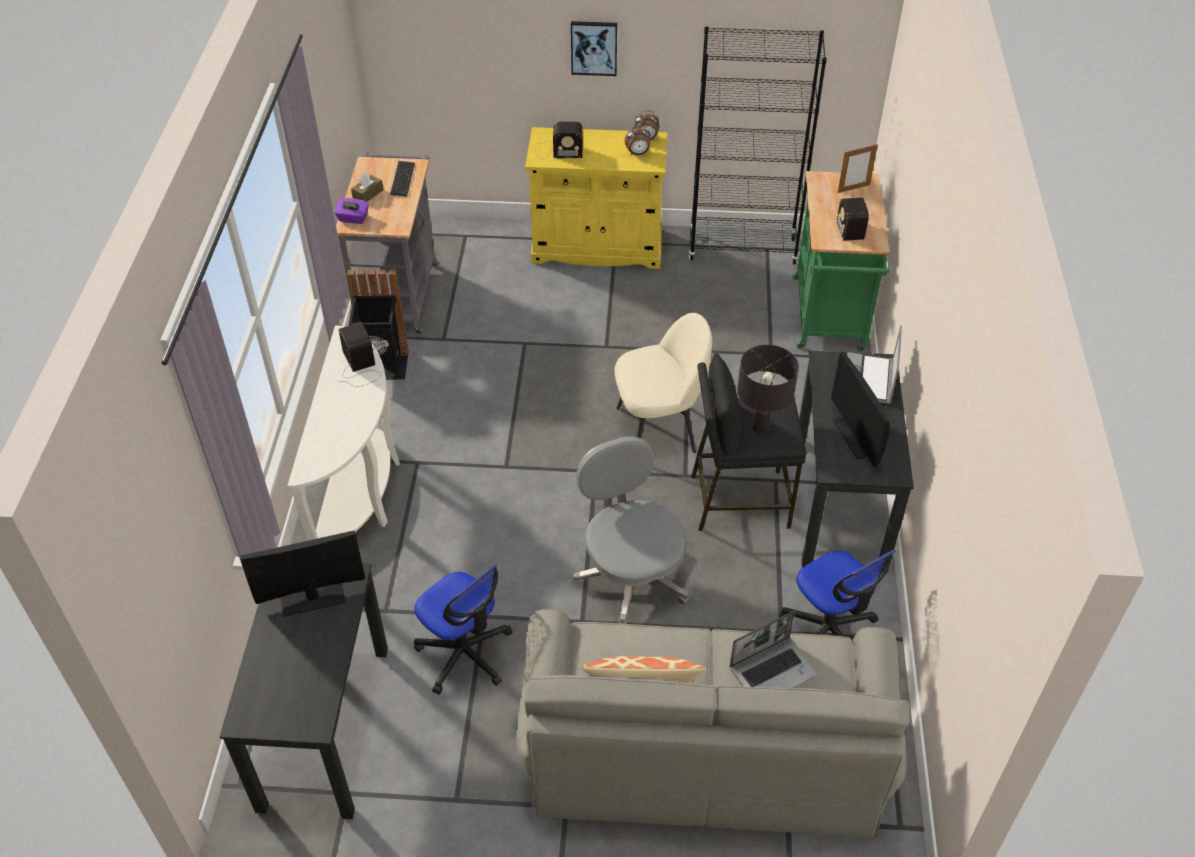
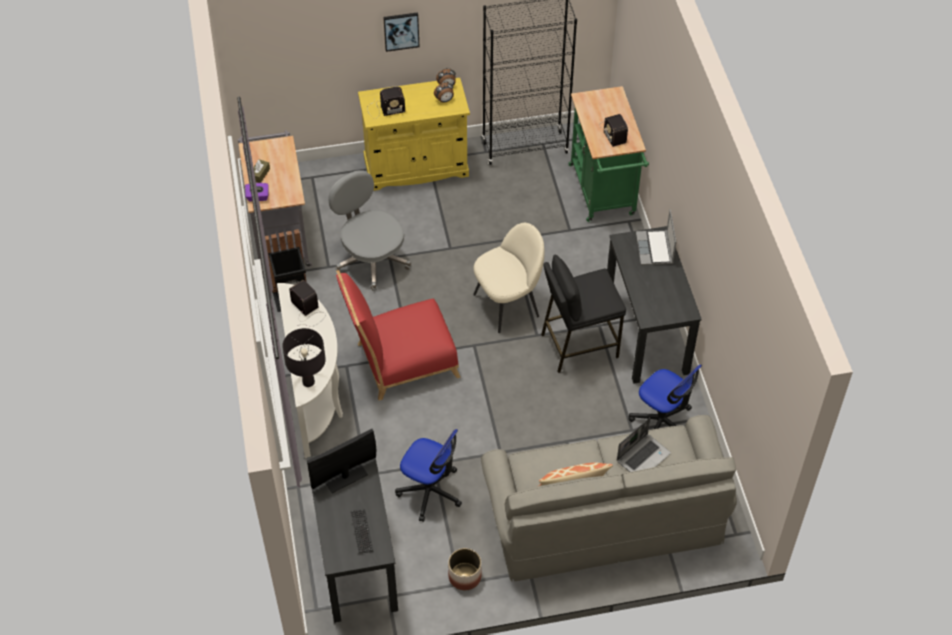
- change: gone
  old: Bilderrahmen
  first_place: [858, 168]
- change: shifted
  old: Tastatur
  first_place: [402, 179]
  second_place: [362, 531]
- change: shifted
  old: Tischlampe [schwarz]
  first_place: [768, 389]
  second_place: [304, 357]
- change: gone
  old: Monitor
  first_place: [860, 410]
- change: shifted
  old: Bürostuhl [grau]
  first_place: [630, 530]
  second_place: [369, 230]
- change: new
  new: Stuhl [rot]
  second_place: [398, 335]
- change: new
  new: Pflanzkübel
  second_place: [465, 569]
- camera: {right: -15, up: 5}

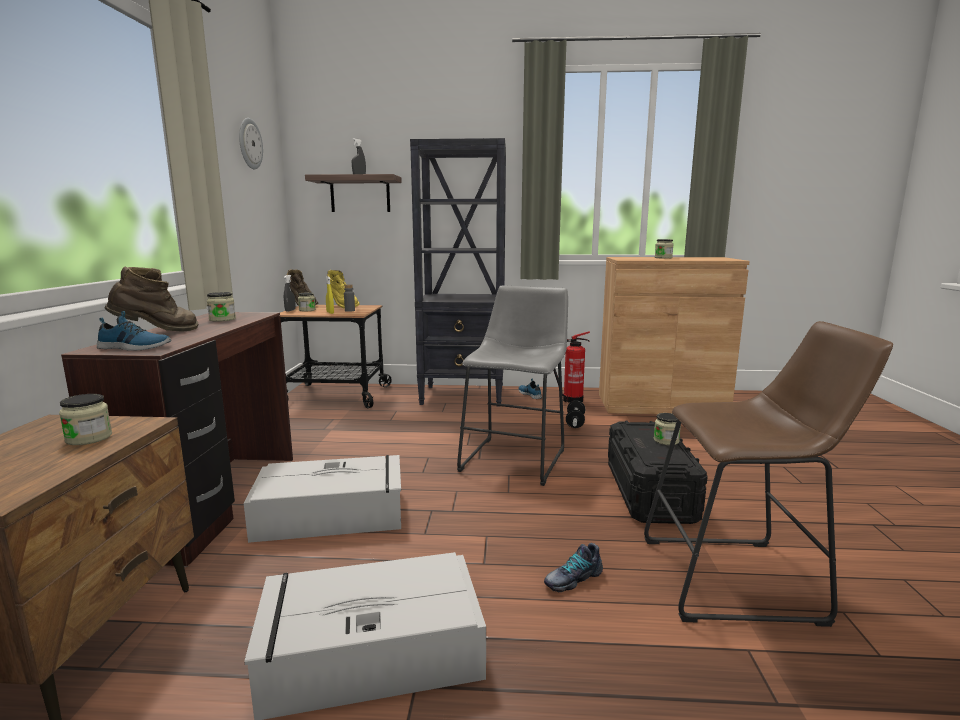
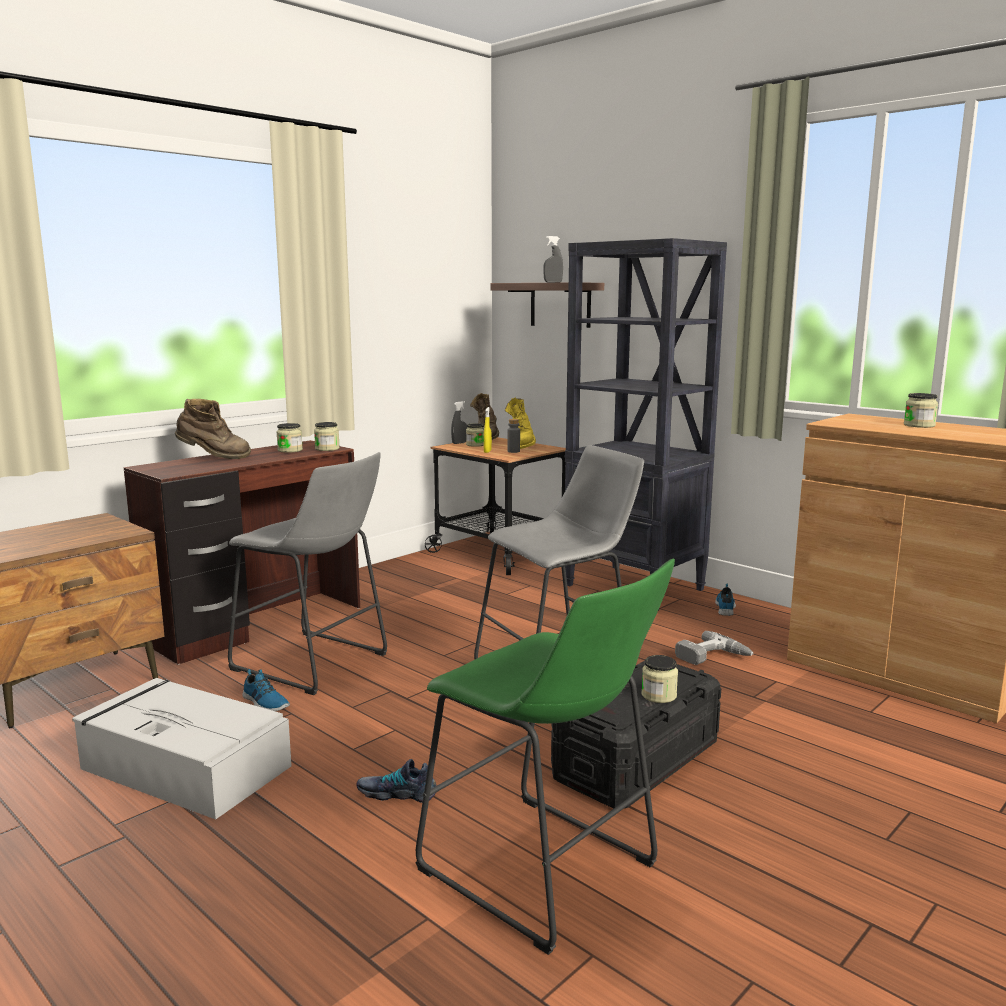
- change: gone
  old: Wanduhr
  first_place: [251, 143]
- change: shifted
  old: Schuh
  first_place: [134, 331]
  second_place: [266, 690]
- change: repainted
  old: Hocker [braun]
  new: Hocker [grün]
  first_place: [768, 474]
  second_place: [545, 757]
- change: gone
  old: Feuerlöscher
  first_place: [571, 366]
- change: shifted
  old: Vorratsglas
  first_place: [85, 419]
  second_place: [327, 436]
- change: swapped
  old: Hantel
  new: Bohrmaschine
  first_place: [575, 414]
  second_place: [714, 648]
- change: swapped
  old: Aufbewahrungsbox [grau]
  new: Hocker [grau]
  first_place: [322, 499]
  second_place: [307, 573]
- camera: {right: 40, up: 0}

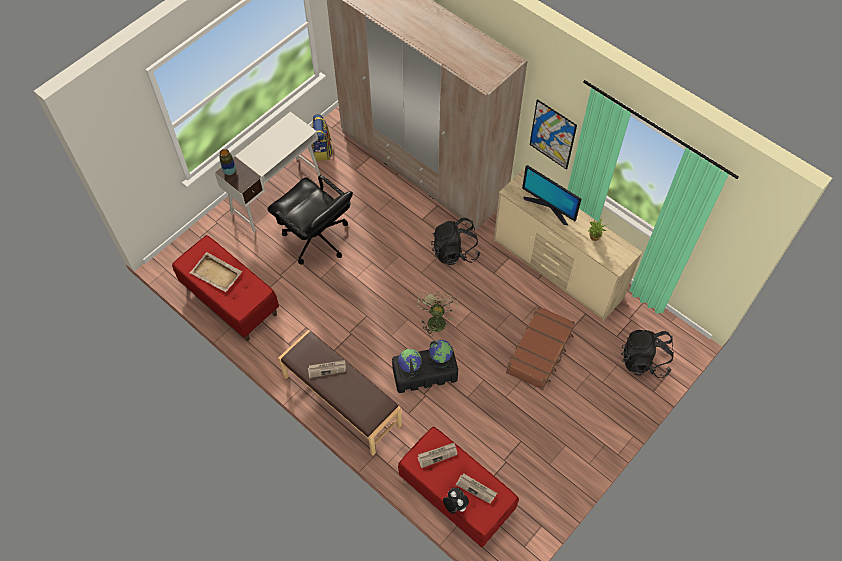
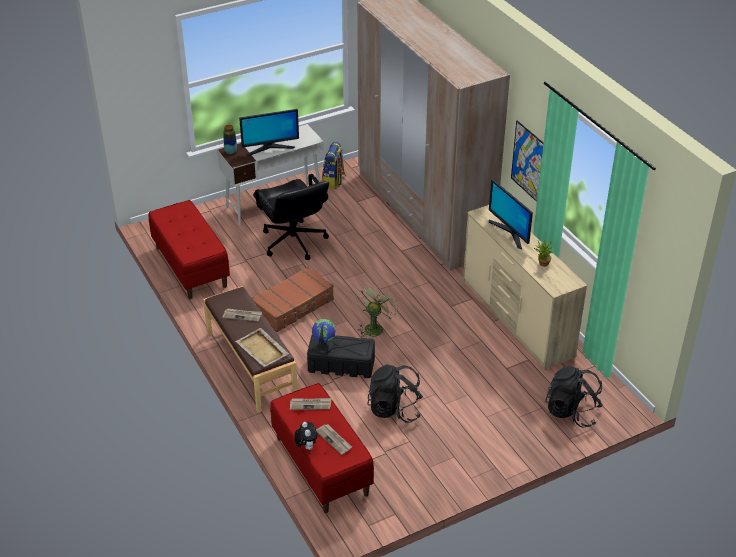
- change: shifted
  old: Rucksack [schwarz]
  first_place: [455, 241]
  second_place: [395, 394]
- change: shifted
  old: Tablett [beige]
  first_place: [216, 272]
  second_place: [262, 347]
- change: shifted
  old: Koffer [braun]
  first_place: [540, 348]
  second_place: [293, 299]
- change: gone
  old: Globus
  first_place: [441, 354]
- change: new
  new: Monitor
  second_place: [269, 132]
- camera: {right: 20, up: -20}

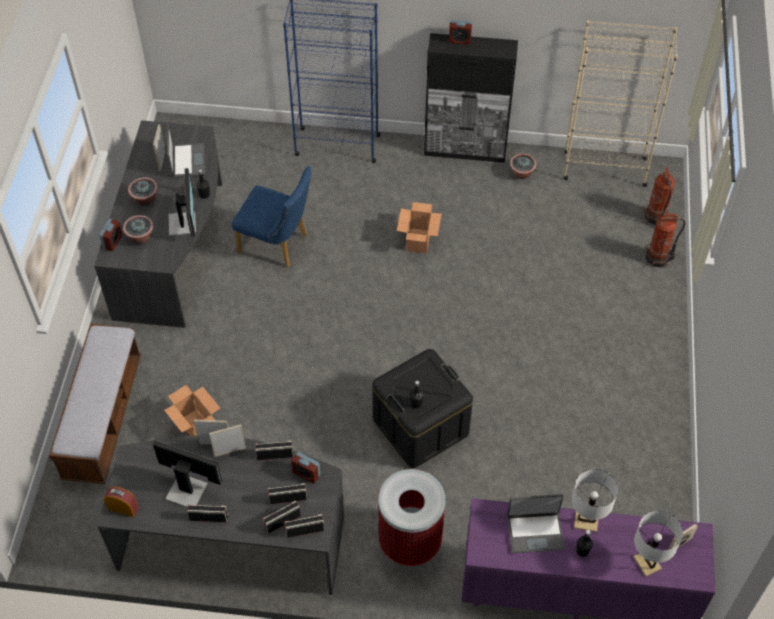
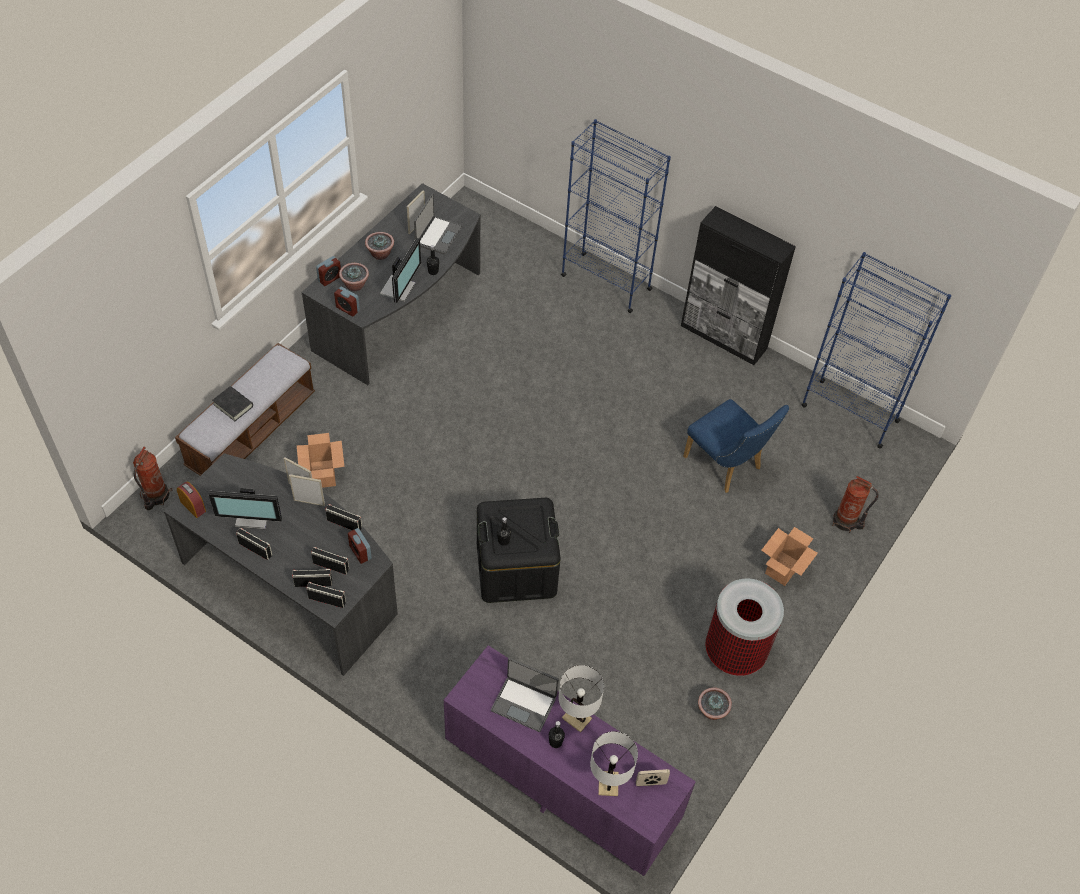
- change: shifted
  old: Wecker
  first_place: [460, 32]
  second_place: [347, 301]
- change: repainted
  old: Bücherregal [beige]
  new: Bücherregal [blau]
  first_place: [620, 103]
  second_place: [876, 350]
- change: shifted
  old: Topfpflanze
  first_place: [523, 166]
  second_place: [715, 703]
- change: shifted
  old: Stuhl [blau]
  first_place: [272, 216]
  second_place: [736, 446]
- change: shifted
  old: Feuerlöscher
  first_place: [658, 196]
  second_place: [153, 478]
- change: shifted
  old: Karton
  first_place: [419, 227]
  second_place: [789, 556]
- change: rotated
  old: Monitor
  first_place: [187, 474]
  second_place: [245, 508]
  degrees: 135
- change: shifted
  old: Mülleimer
  first_place: [411, 517]
  second_place: [744, 627]
- change: new
  new: Buch [schwarz]
  second_place: [232, 403]
- camera: {right: 25, up: 0}

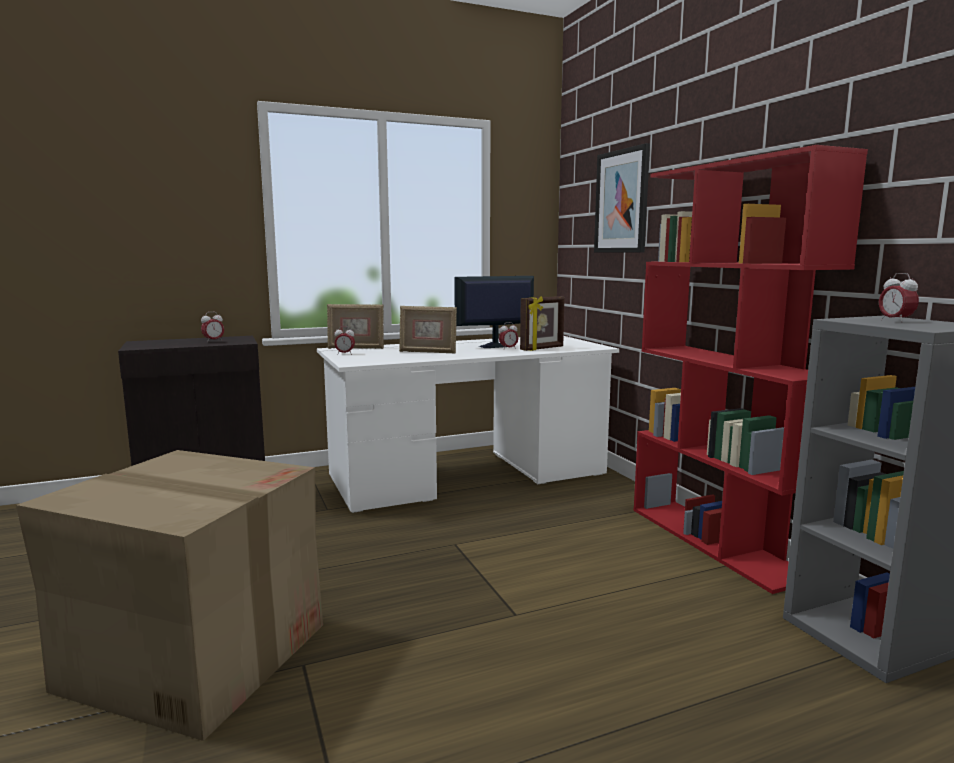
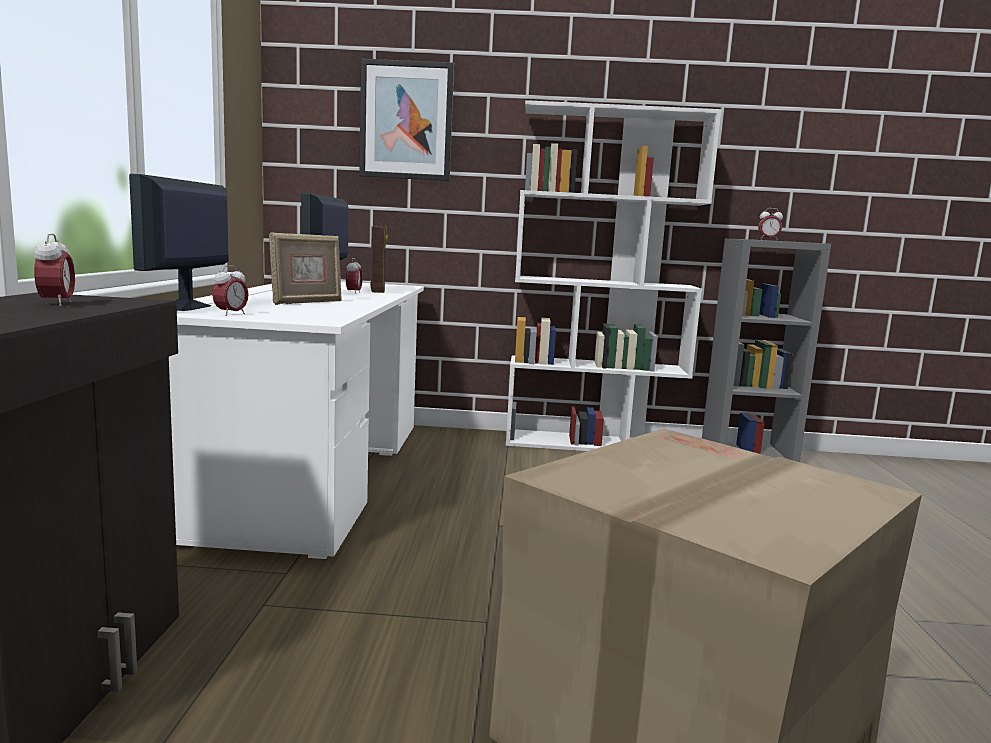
- change: repainted
  old: Bücherregal [rot]
  new: Bücherregal [weiß]
  first_place: [751, 369]
  second_place: [614, 275]
- change: swapped
  old: Bilderrahmen
  new: Monitor
  first_place: [355, 326]
  second_place: [178, 242]
- camera: {right: -65, up: 0}

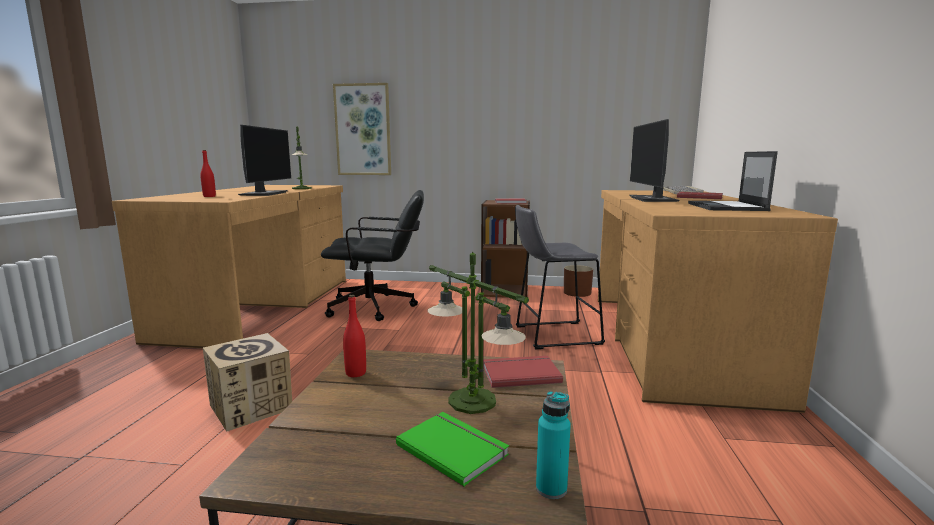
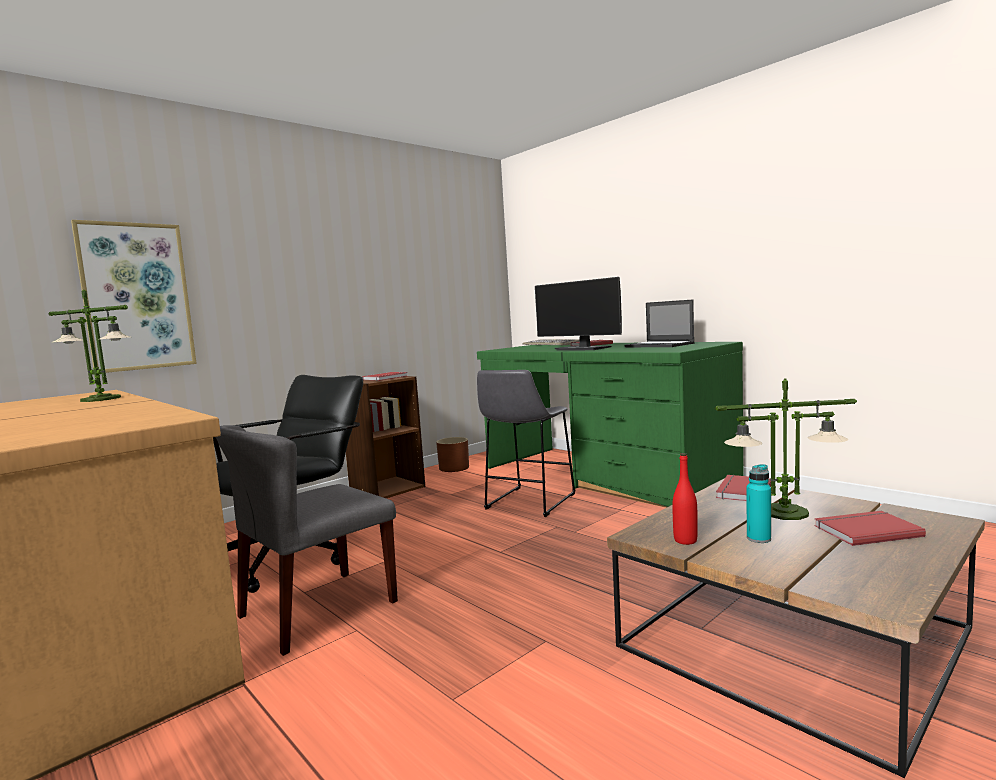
- change: gone
  old: Monitor
  first_place: [264, 160]
- change: gone
  old: Flasche [rot]
  first_place: [208, 173]
- change: repainted
  old: Schreibtisch [braun]
  new: Schreibtisch [grün]
  first_place: [718, 301]
  second_place: [610, 425]
- change: gone
  old: Karton
  first_place: [247, 382]
- change: shifted
  old: Flasche [türkis]
  first_place: [553, 445]
  second_place: [758, 503]
- change: repainted
  old: Buch [grün]
  new: Buch [rot]
  first_place: [452, 449]
  second_place: [870, 528]
- change: new
  new: Stuhl [grau]
  second_place: [307, 540]
- camera: {right: -50, up: -5}

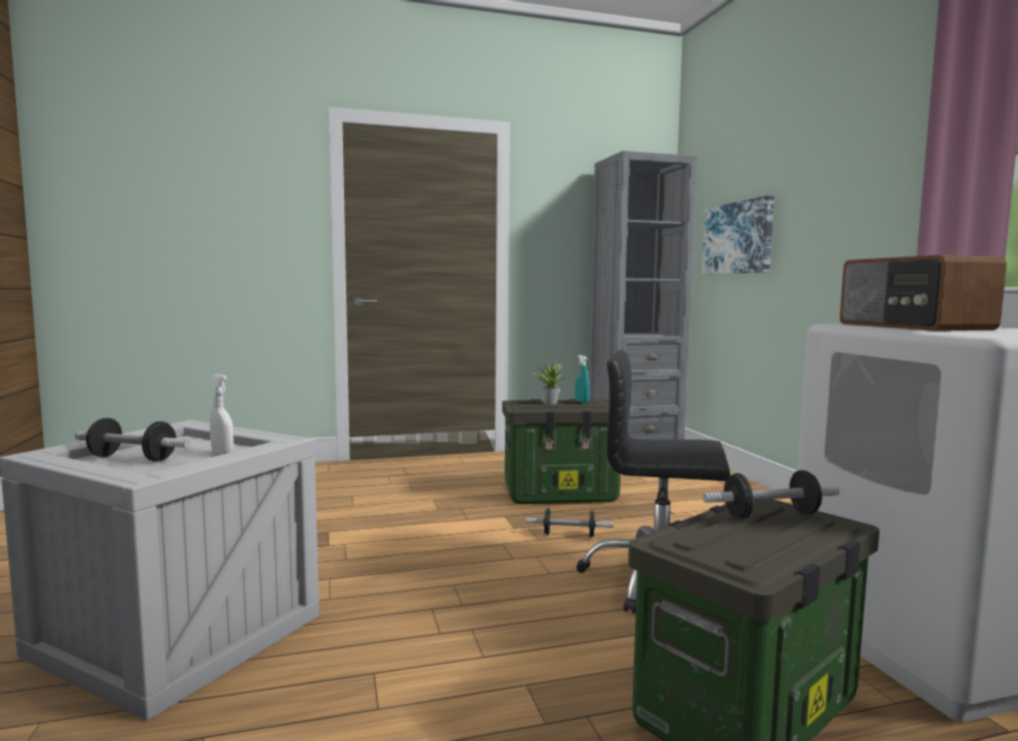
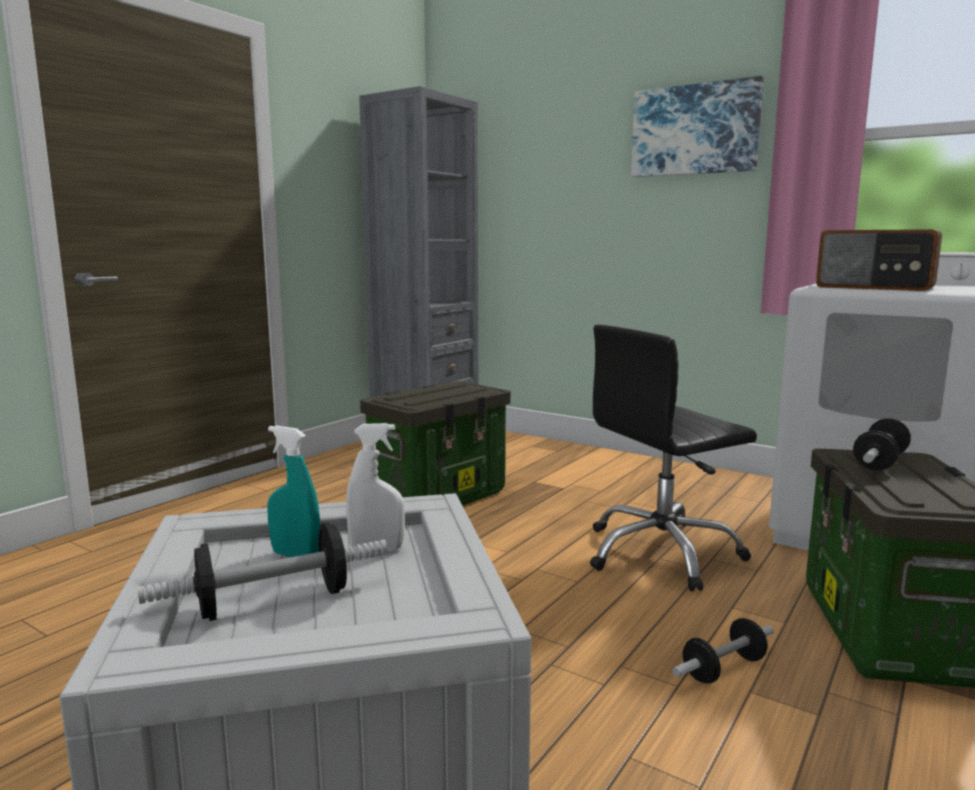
- change: shifted
  old: Bild
  first_place: [738, 234]
  second_place: [697, 126]
- change: shifted
  old: Sprühflasche [türkis]
  first_place: [582, 379]
  second_place: [293, 491]
- change: gone
  old: Topfpflanze
  first_place: [548, 383]
- change: shifted
  old: Hantel
  first_place: [569, 523]
  second_place: [723, 651]
- camera: {right: -40, up: 5}

